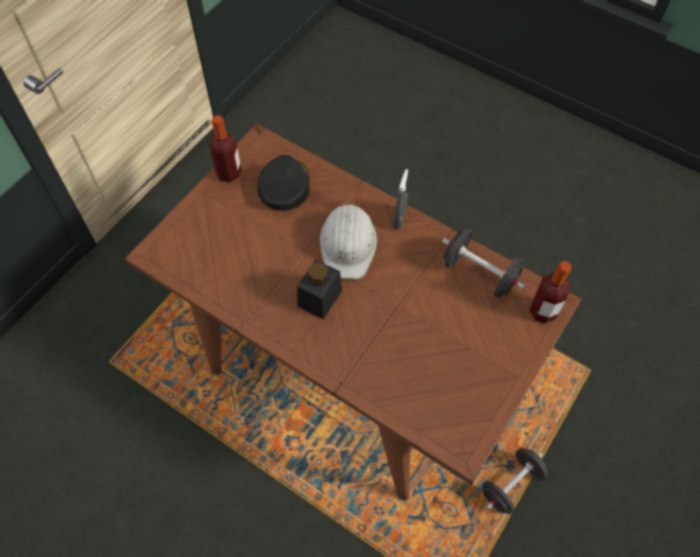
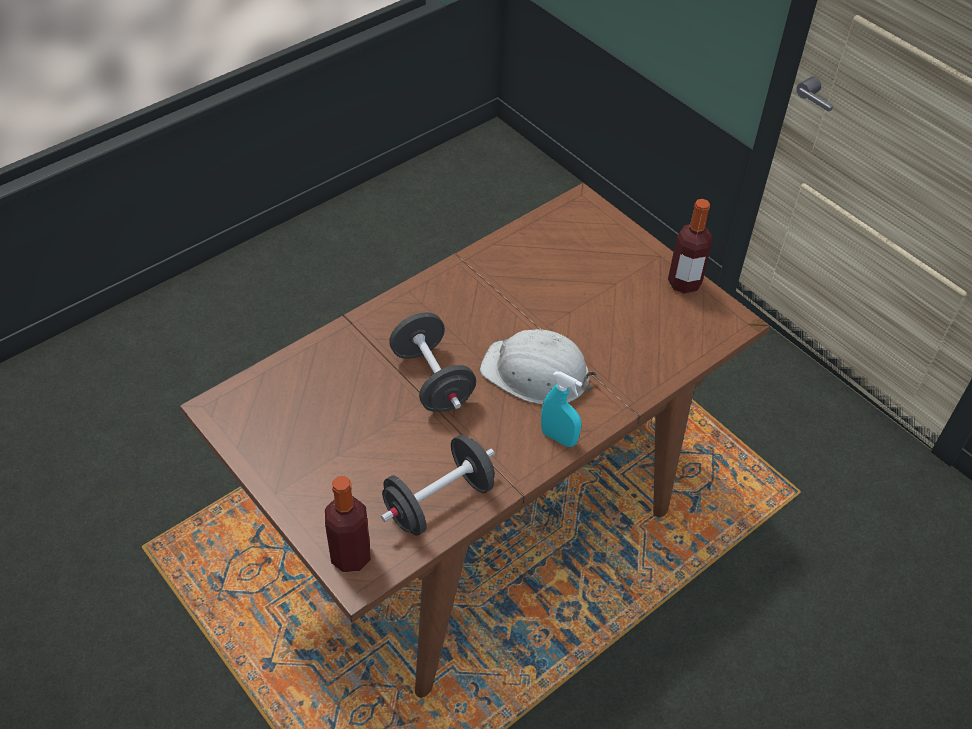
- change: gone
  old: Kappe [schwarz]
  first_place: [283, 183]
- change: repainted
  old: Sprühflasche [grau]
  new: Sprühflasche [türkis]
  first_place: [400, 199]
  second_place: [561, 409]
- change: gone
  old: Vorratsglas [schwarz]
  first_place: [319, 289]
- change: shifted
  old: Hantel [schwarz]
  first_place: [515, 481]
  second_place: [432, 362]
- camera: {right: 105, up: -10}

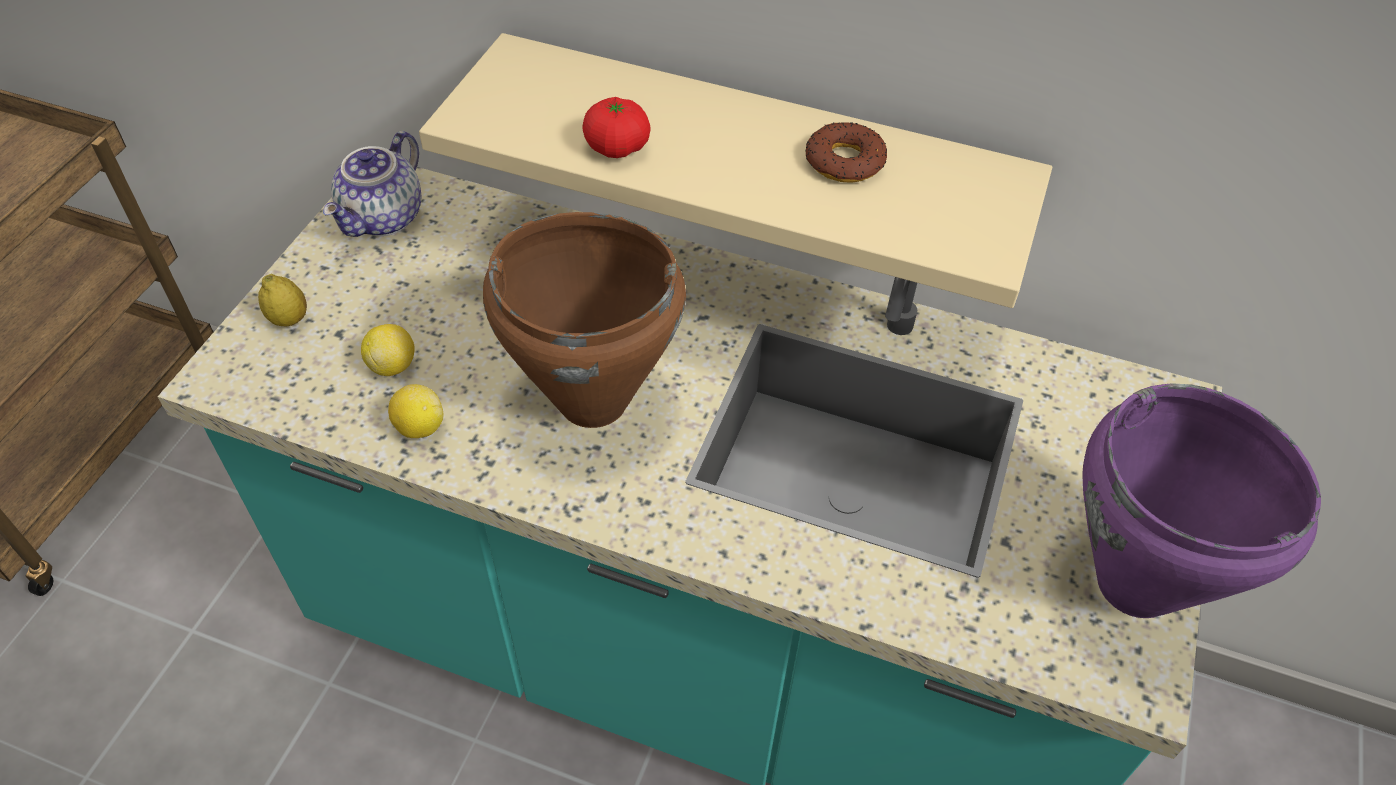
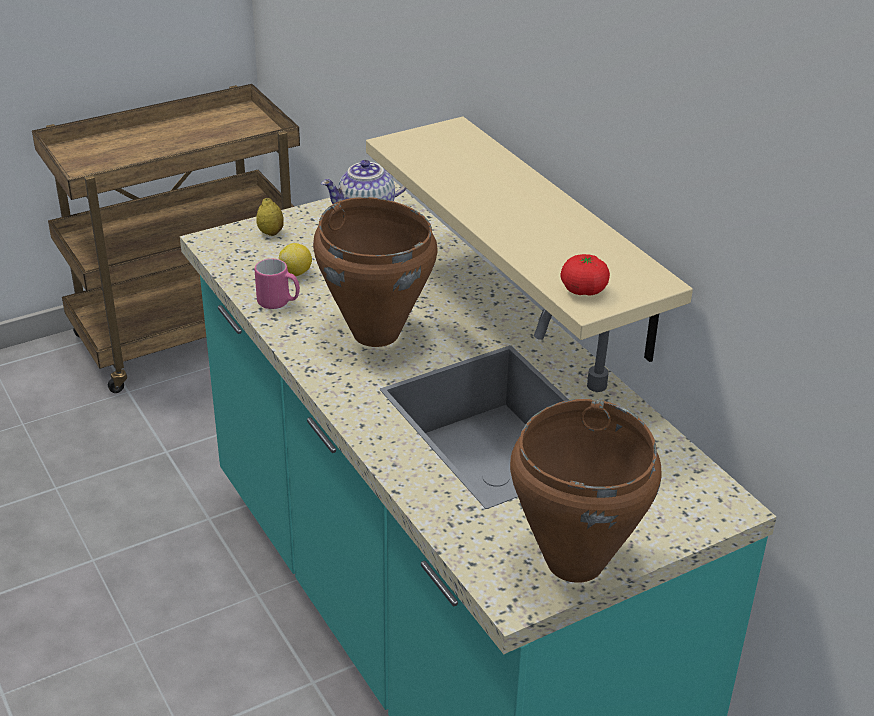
- change: shifted
  old: Tomate
  first_place: [616, 127]
  second_place: [585, 275]
- change: gone
  old: Donut
  first_place: [846, 152]
- change: repainted
  old: Kochtopf [lila]
  new: Kochtopf [braun]
  first_place: [1201, 500]
  second_place: [585, 491]
- change: swapped
  old: Zitrone
  new: Henkelbecher [rosa]
  first_place: [415, 411]
  second_place: [277, 284]
- camera: {right: 40, up: -15}

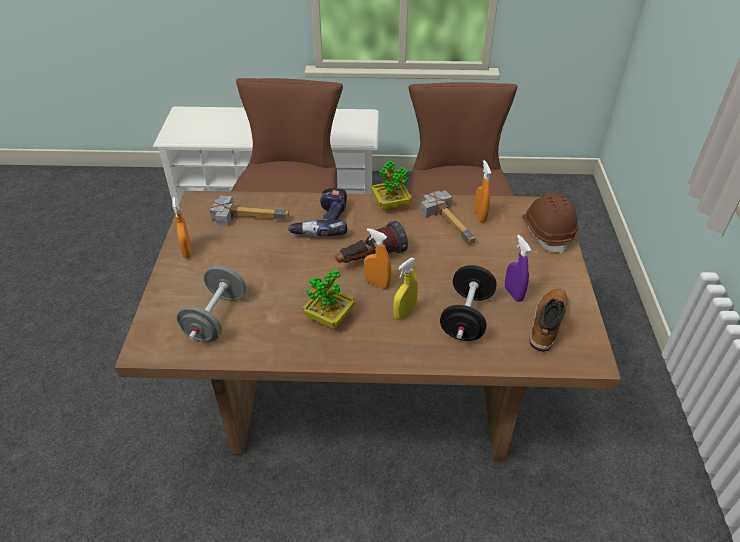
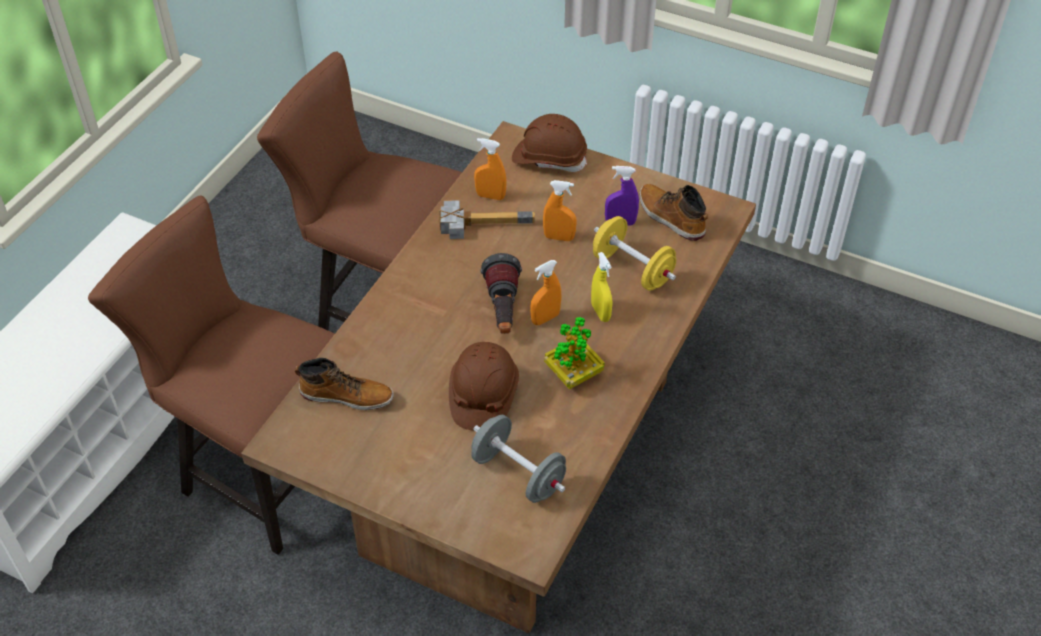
- change: gone
  old: Topfpflanze
  first_place: [392, 185]
- change: gone
  old: Bohrmaschine
  first_place: [317, 212]
- change: swapped
  old: Hammer
  new: Stiefel
  first_place: [249, 210]
  second_place: [344, 384]
- change: shifted
  old: Sprühflasche [orange]
  first_place: [181, 227]
  second_place: [560, 210]
- change: repainted
  old: Hantel [schwarz]
  new: Hantel [gelb]
  first_place: [468, 303]
  second_place: [634, 253]
- change: new
  new: Schutzhelm [braun]
  second_place: [484, 386]
- camera: {right: -65, up: 5}

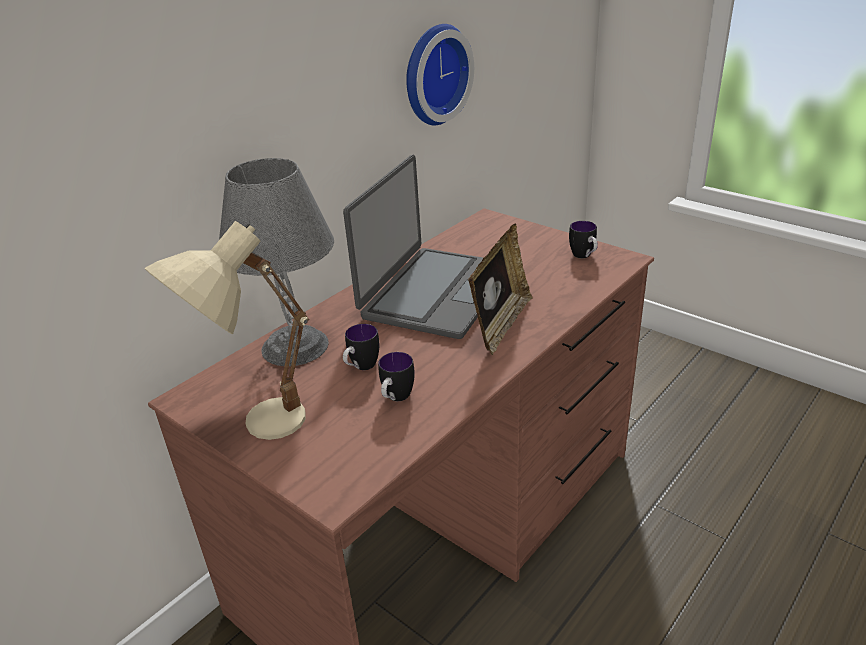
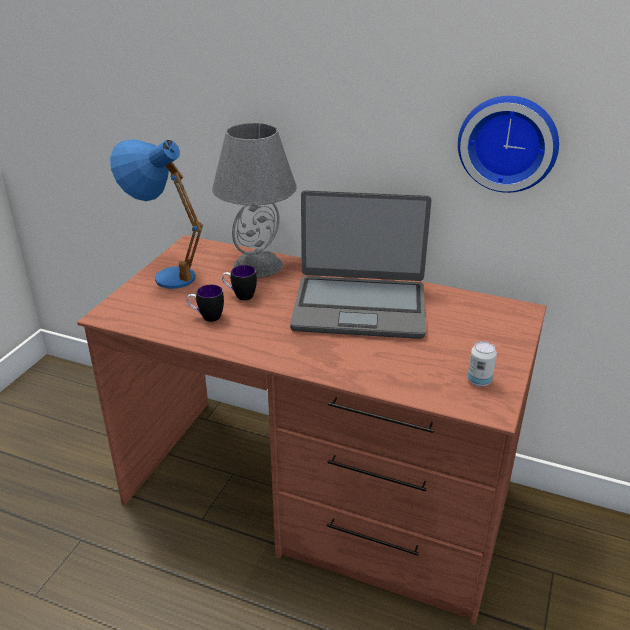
- change: repainted
  old: Tischlampe [beige]
  new: Tischlampe [blau]
  first_place: [227, 330]
  second_place: [156, 214]
- change: swapped
  old: Henkelbecher
  new: Dose
  first_place: [583, 239]
  second_place: [482, 364]
- change: gone
  old: Bilderrahmen
  first_place: [500, 289]
- camera: {right: 70, up: 0}

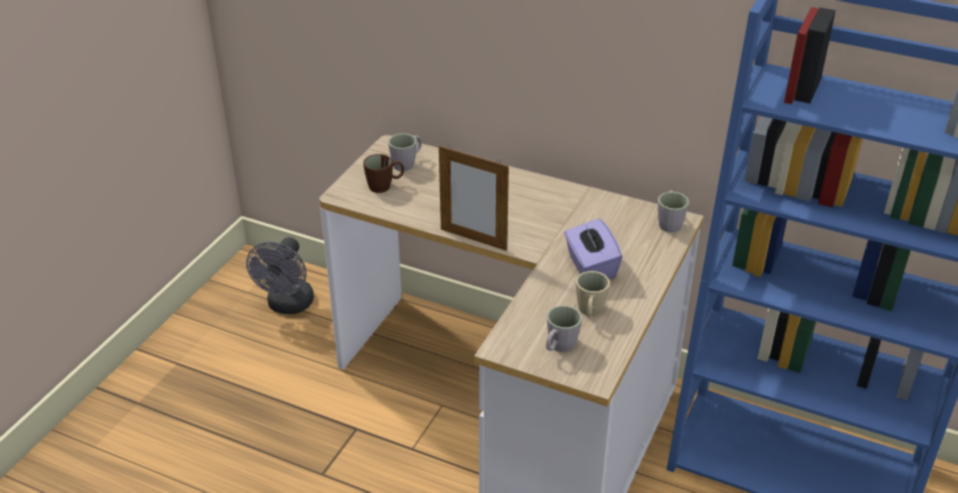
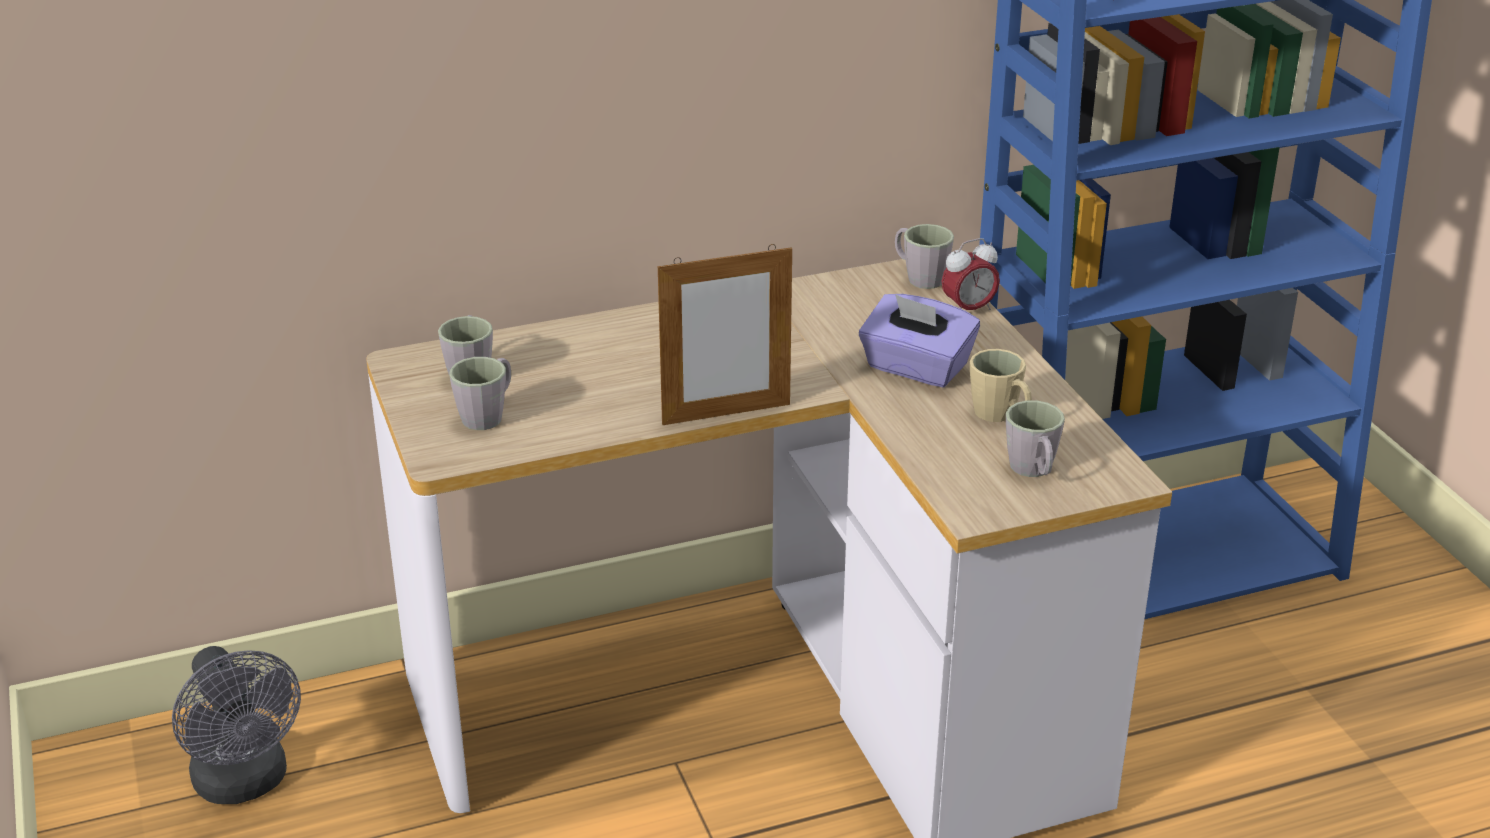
- change: repainted
  old: Henkelbecher [braun]
  new: Henkelbecher [grau]
  first_place: [383, 173]
  second_place: [480, 393]
- change: new
  new: Wecker
  second_place: [971, 274]
- camera: {right: -45, up: -5}

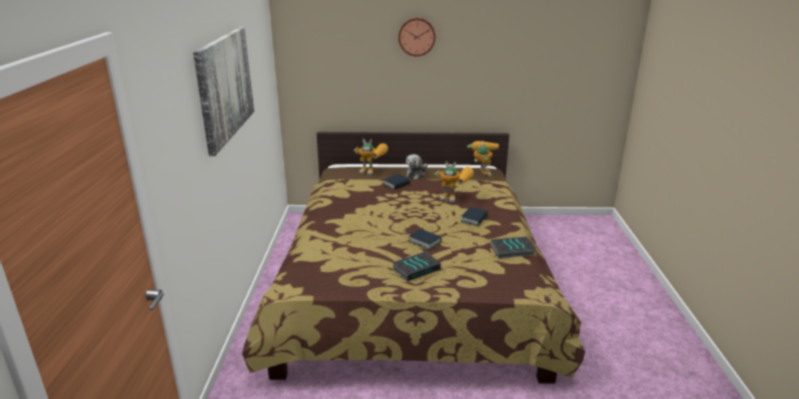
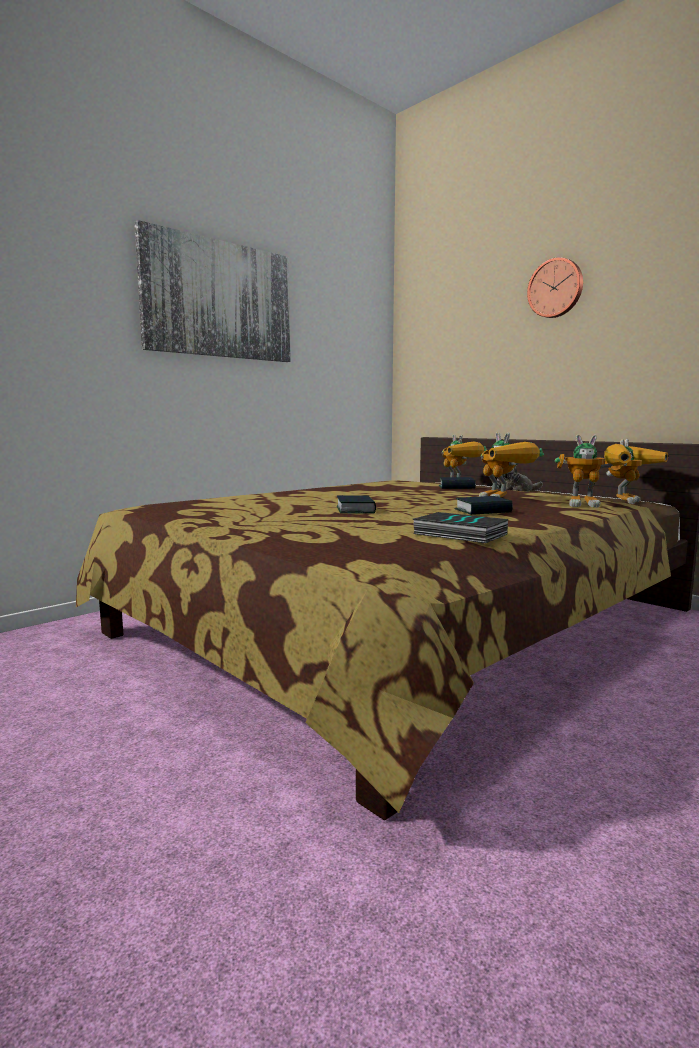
- change: gone
  old: Buch
  first_place: [416, 266]
- change: new
  new: Spielzeugroboter
  second_place: [593, 470]
- camera: {right: 45, up: -15}

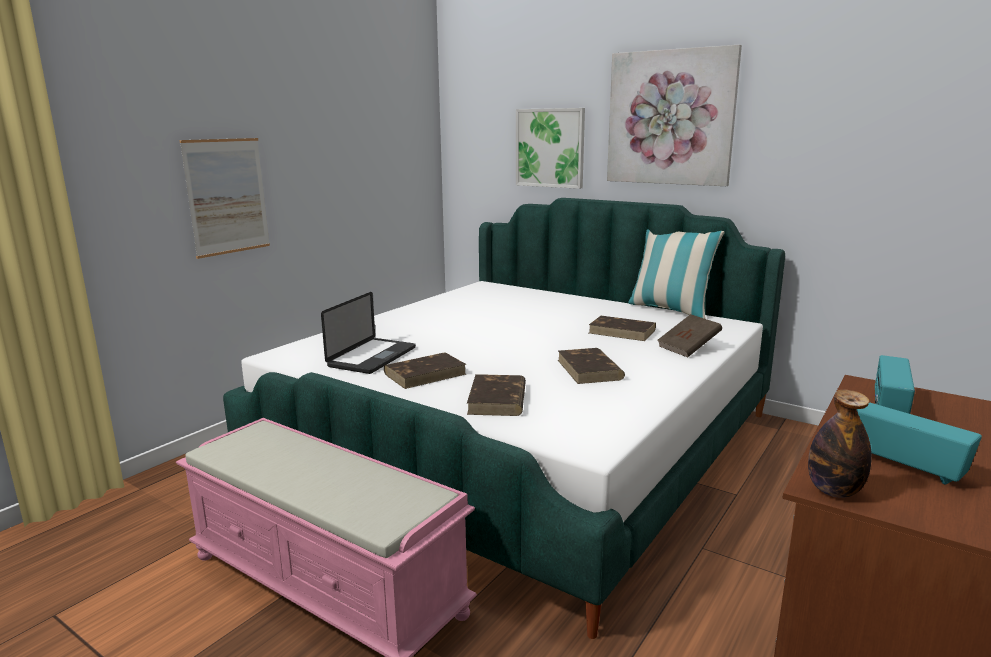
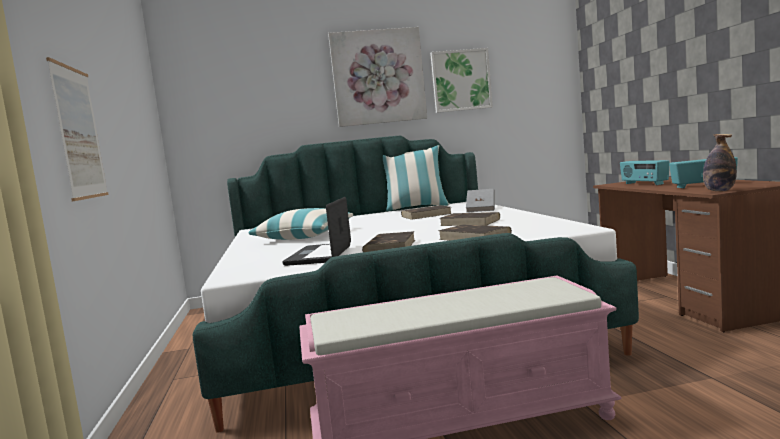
- change: shifted
  old: Bild
  first_place: [550, 148]
  second_place: [461, 80]
- change: rotated
  old: Laptop
  first_place: [368, 333]
  second_place: [316, 231]
  degrees: -150
- change: repainted
  old: Buch [braun]
  new: Buch [grau]
  first_place: [689, 335]
  second_place: [480, 200]
- change: new
  new: Kissen
  second_place: [300, 224]
- camera: {right: -45, up: -10}

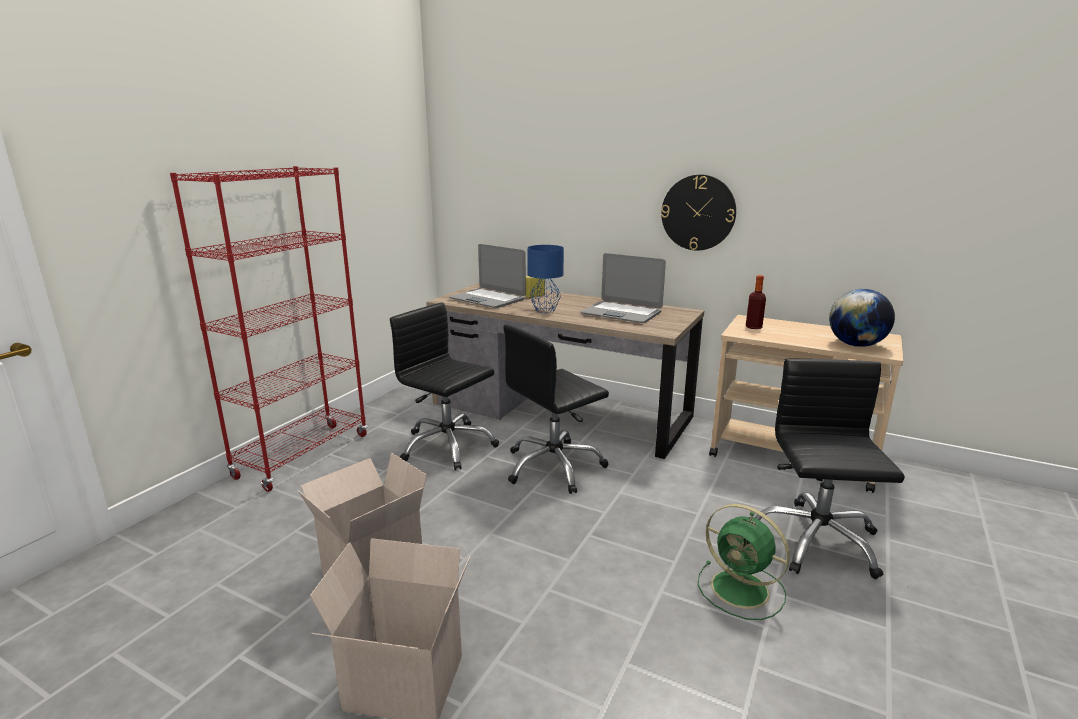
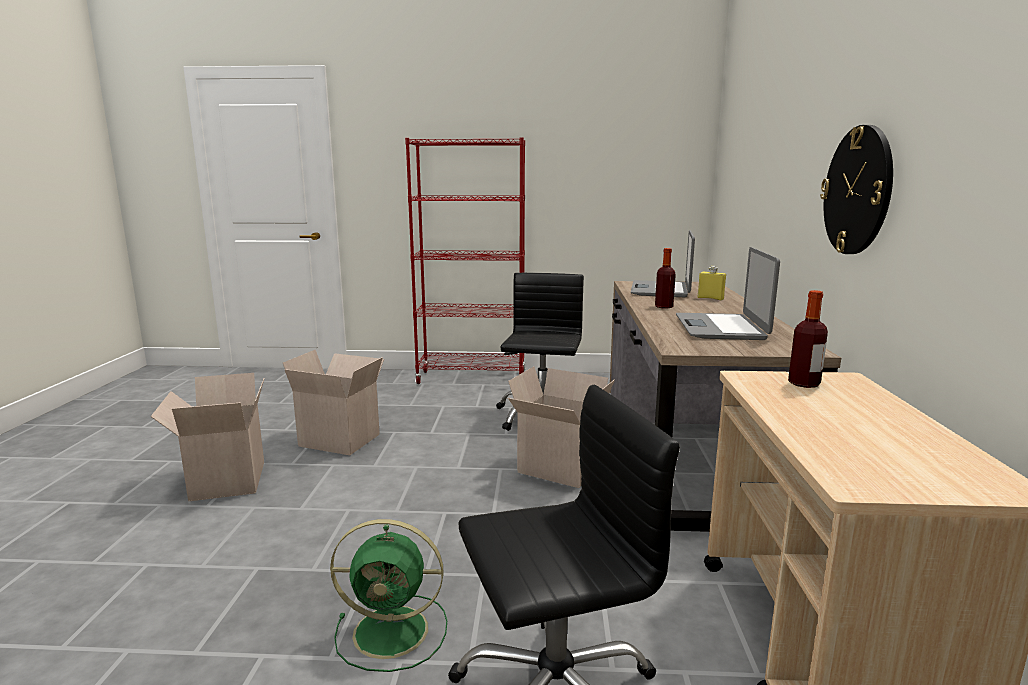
- change: swapped
  old: Tischlampe [blau]
  new: Flasche
  first_place: [545, 279]
  second_place: [665, 278]
- change: gone
  old: Globus
  first_place: [862, 318]
- change: swapped
  old: Bürostuhl [schwarz]
  new: Karton
  first_place: [556, 409]
  second_place: [561, 427]
- change: rotated
  old: Ventilator [grün]
  first_place: [744, 562]
  second_place: [388, 595]
  degrees: -105
- camera: {right: 65, up: -5}

